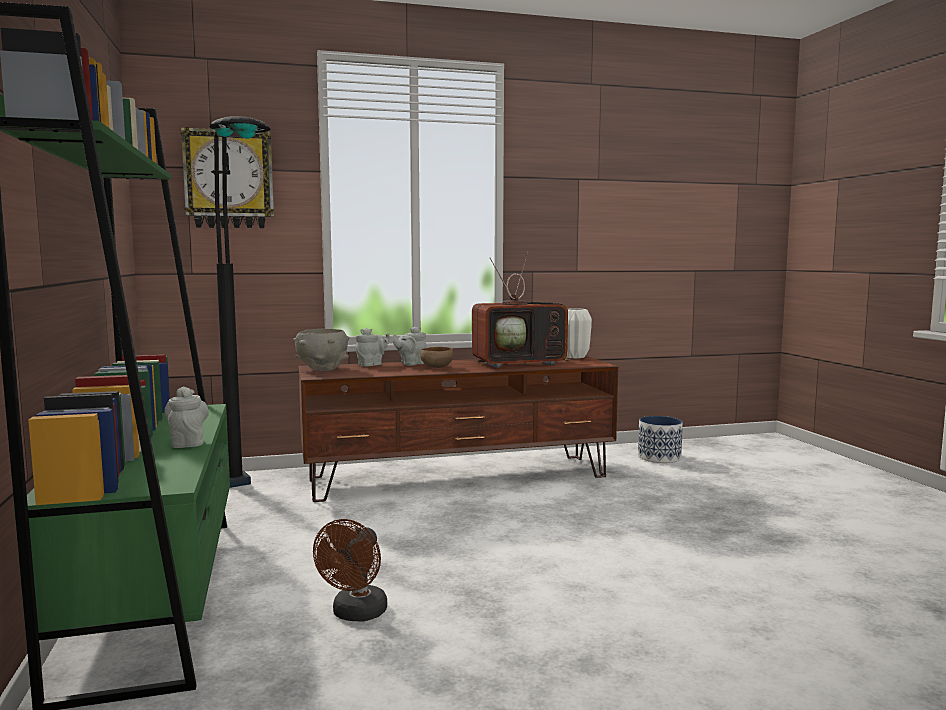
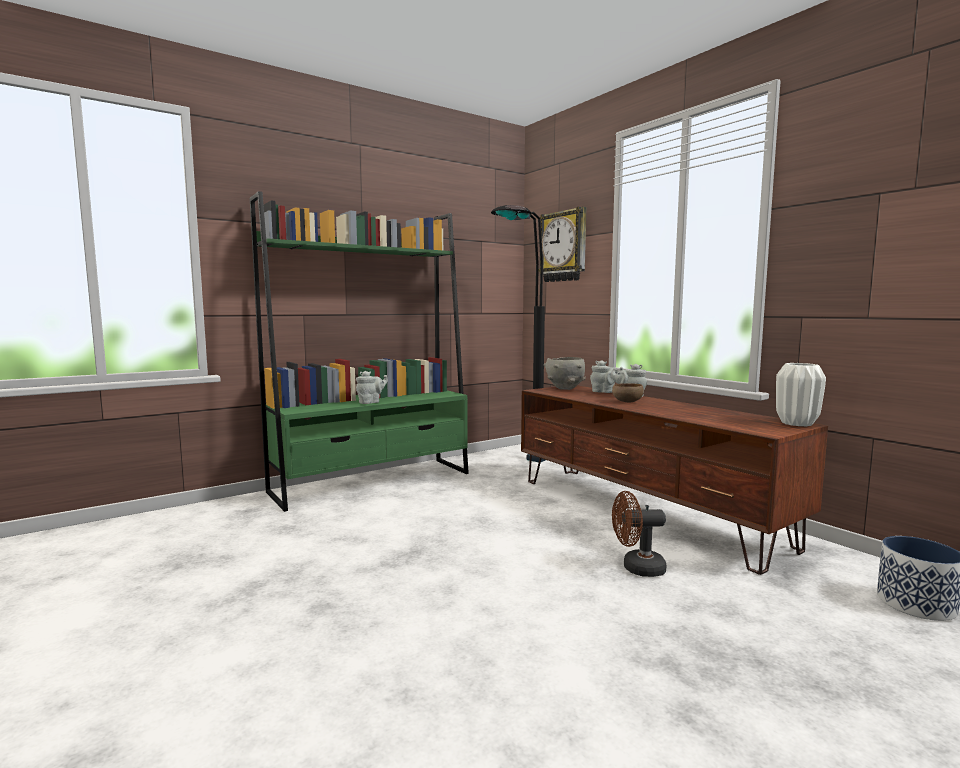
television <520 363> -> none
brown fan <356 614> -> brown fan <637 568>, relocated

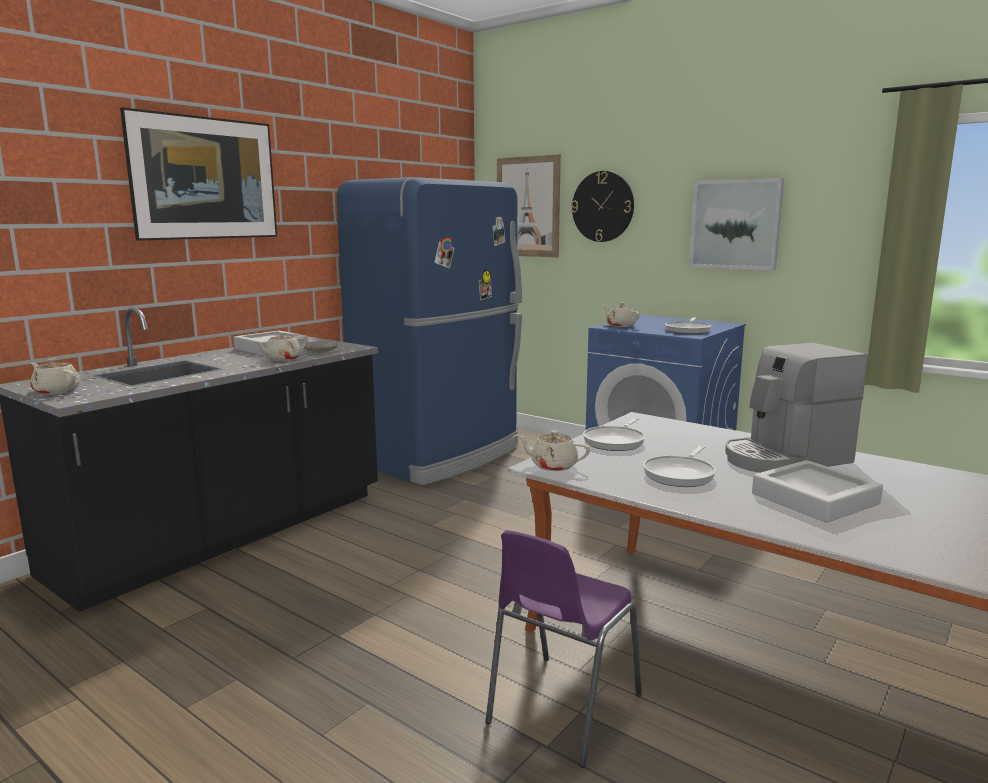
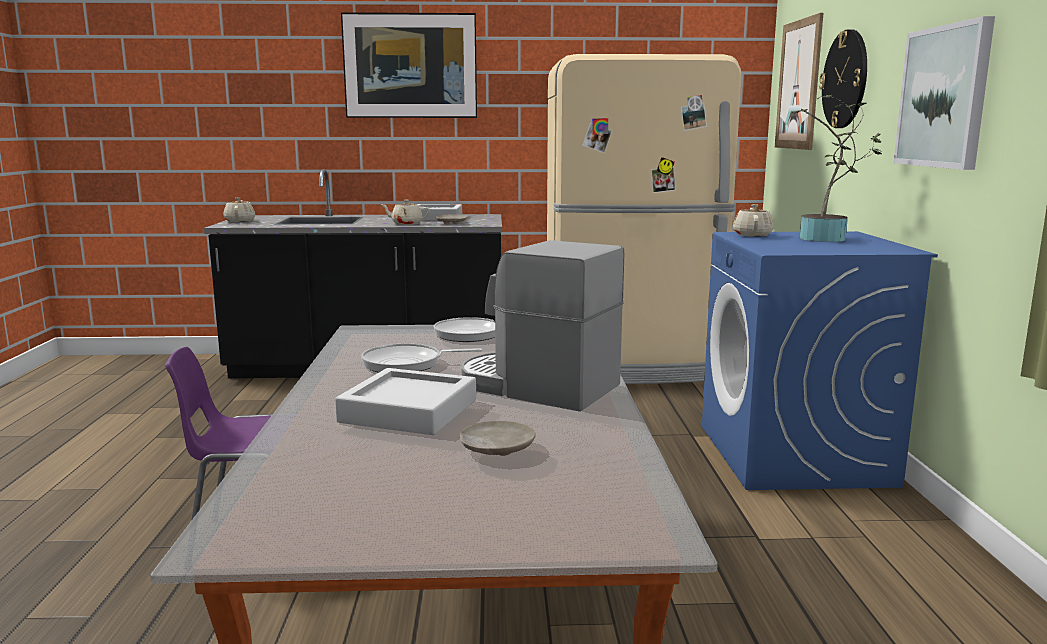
blue fridge <440 455> -> beige fridge <631 366>
frying pan <688 330> -> none
beige teapot <553 466> -> none
none -> potted plant <827 239>
none -> beige plate <496 449>

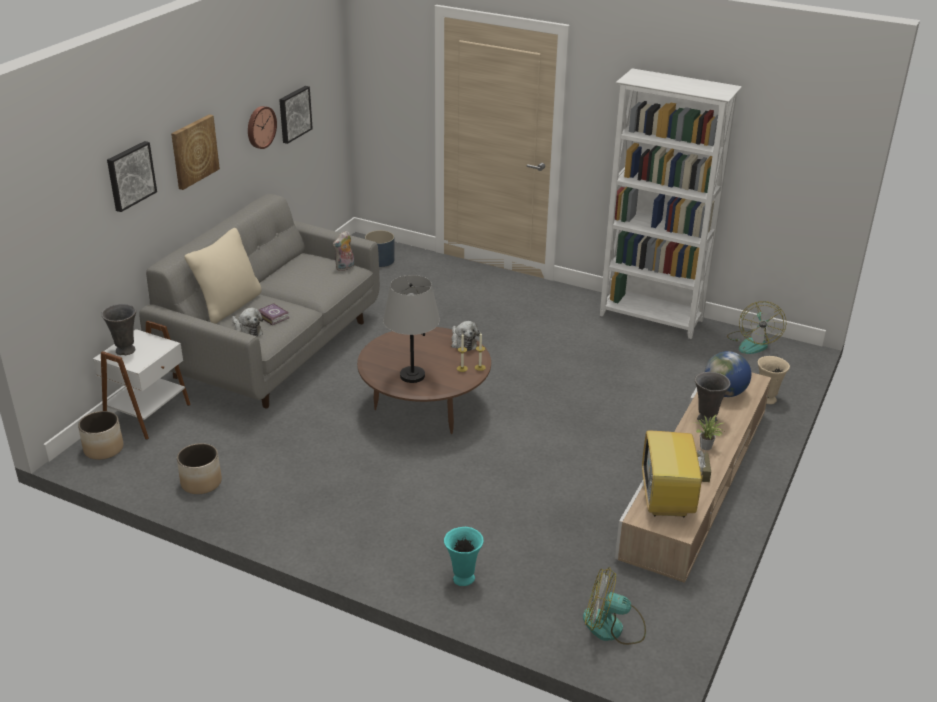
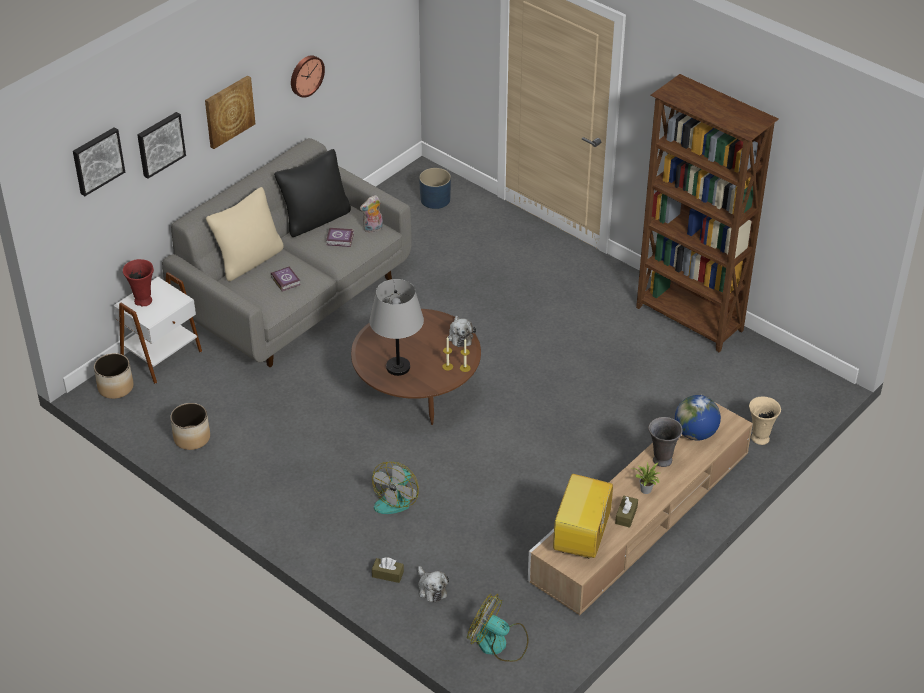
white bookcase <651 319> -> brown bookcase <689 320>
picture <294 114> -> picture <97 160>, relocated
fan <752 343> -> fan <397 498>, relocated
grey vase <126 351> -> red vase <143 301>
plush toy <247 331> -> plush toy <431 588>, relocated
turquoise vase <462 579> -> brown tissue box <388 574>
none -> black pillow <315 219>
none -> book <340 240>

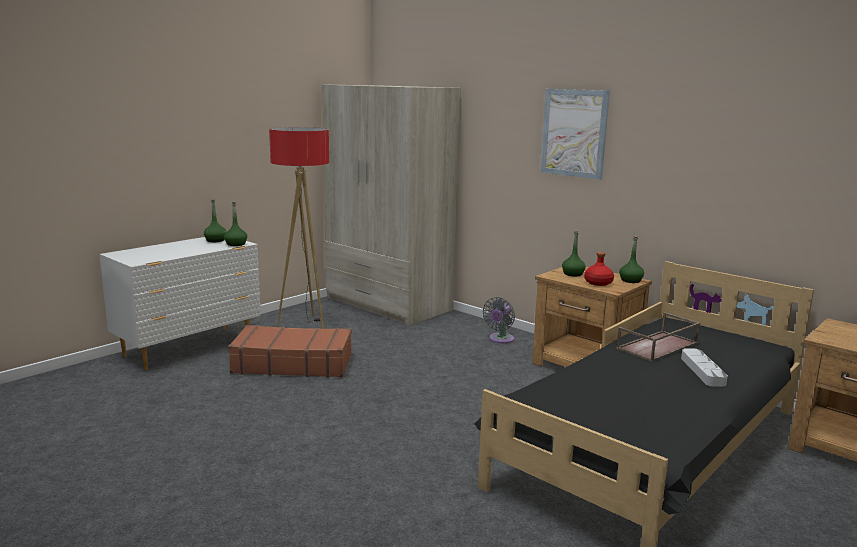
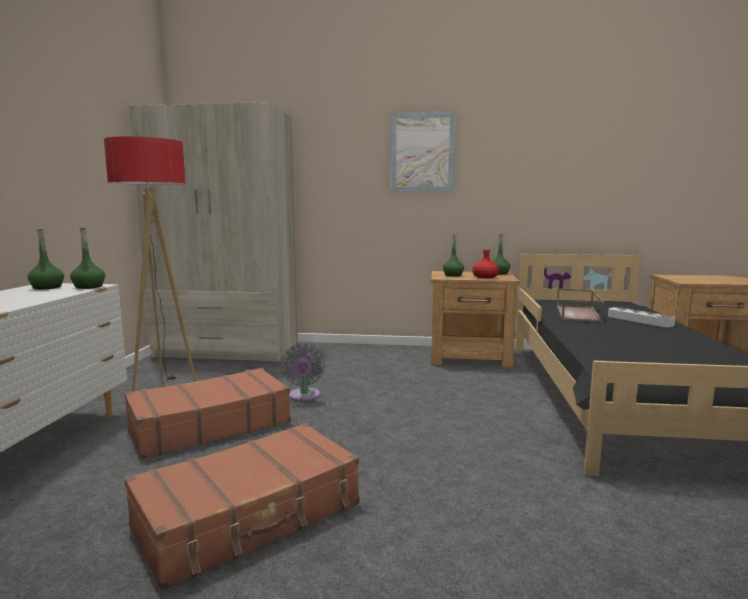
grey fan <500 339> -> grey fan <304 397>, relocated
none -> brown suitcase <250 516>

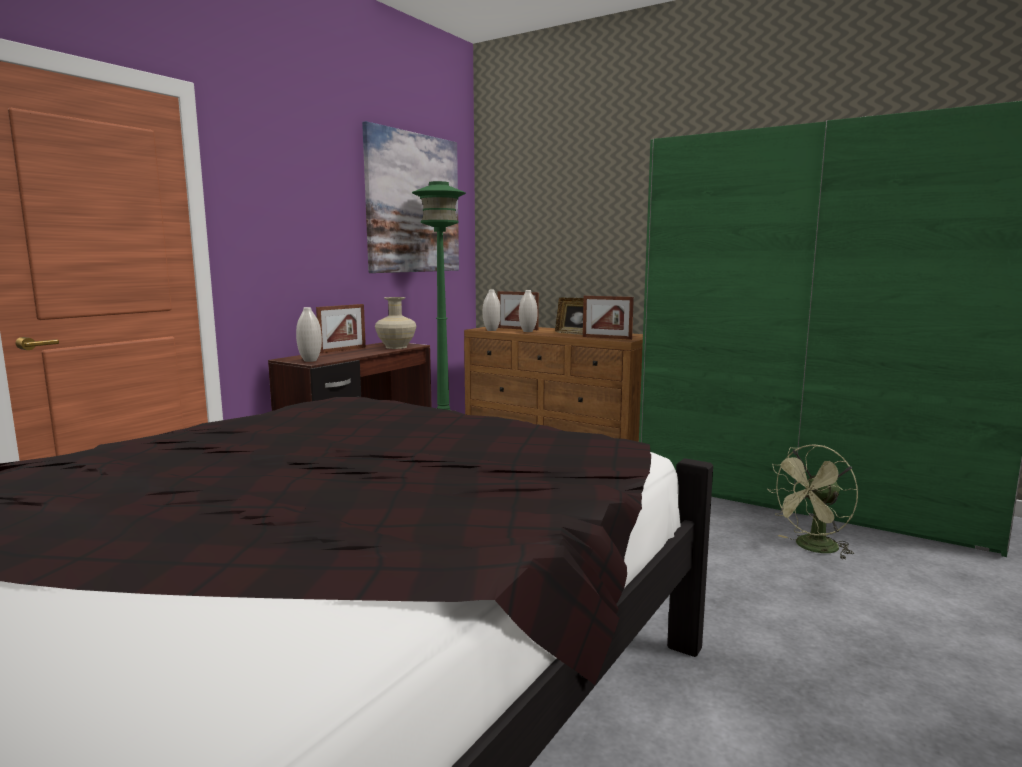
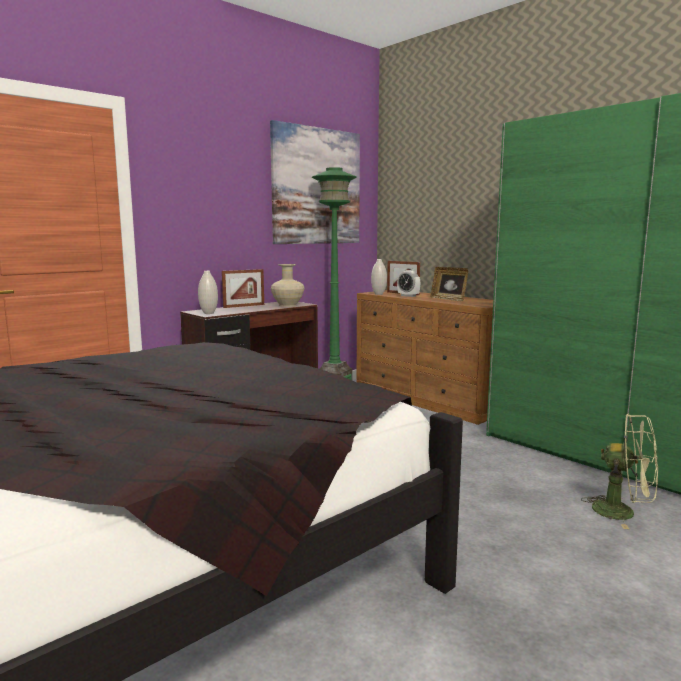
white vase <528 331> -> alarm clock <408 296>
picture frame <607 338> -> none
green fan <812 548> -> green fan <623 512>, 135 degrees counterclockwise

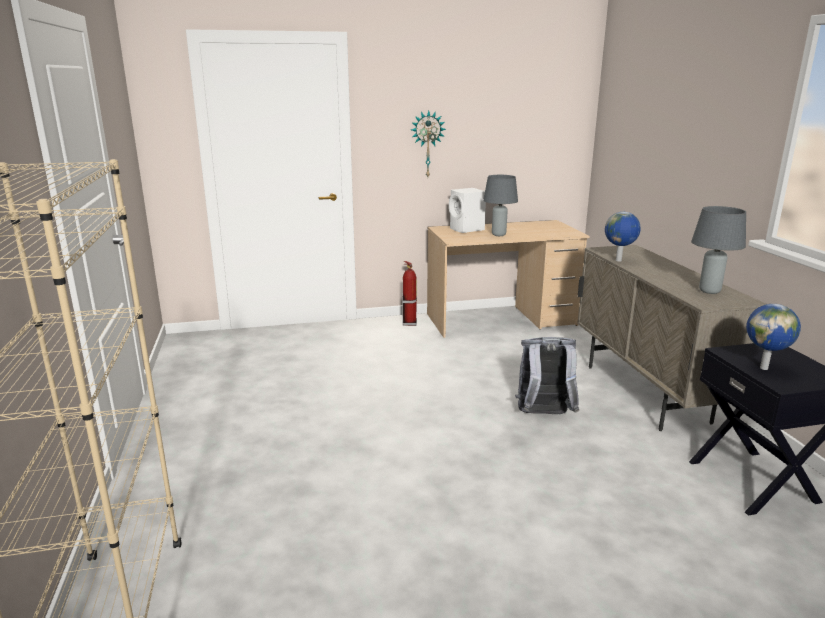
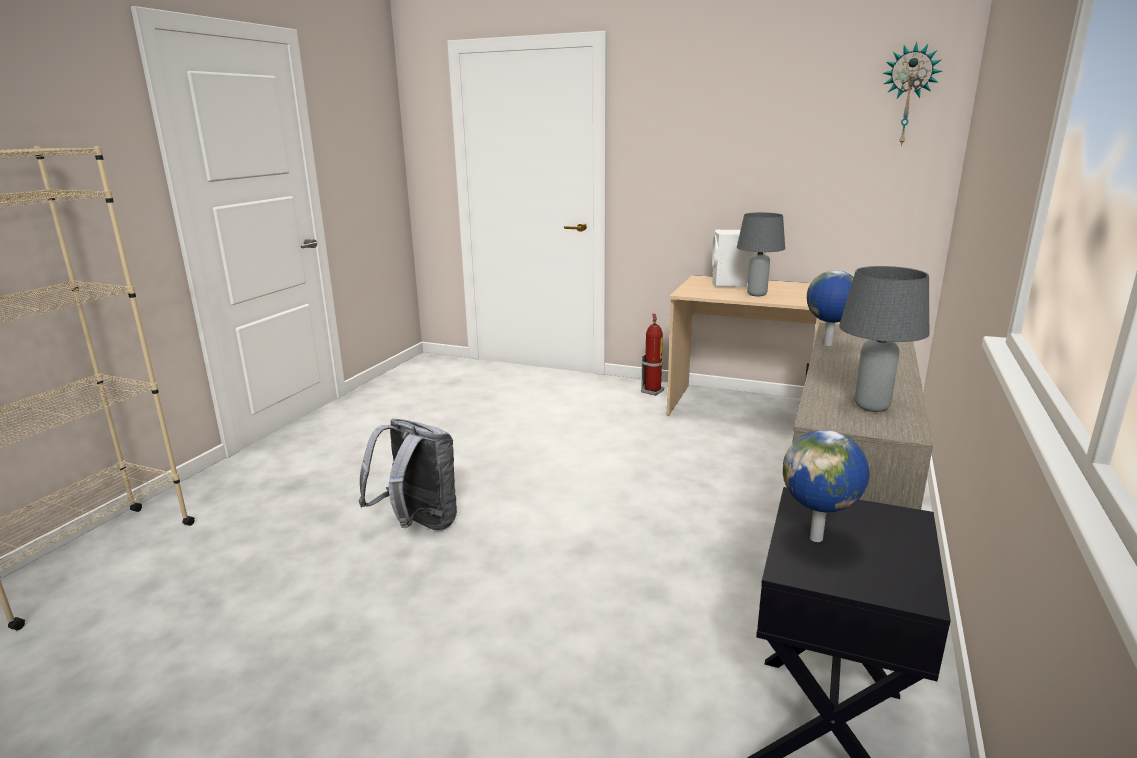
wall clock <427 144> -> wall clock <908 95>, relocated
grey backpack <543 415> -> grey backpack <418 525>, relocated

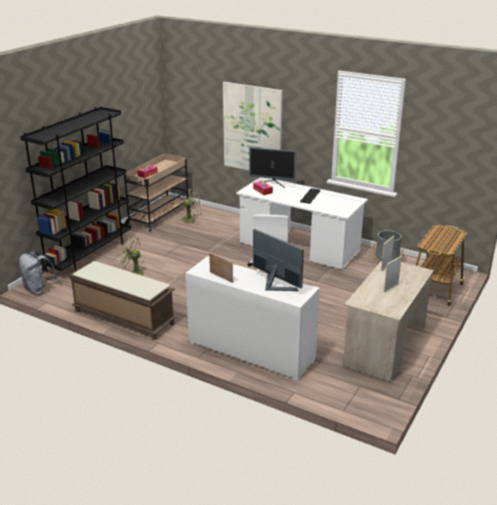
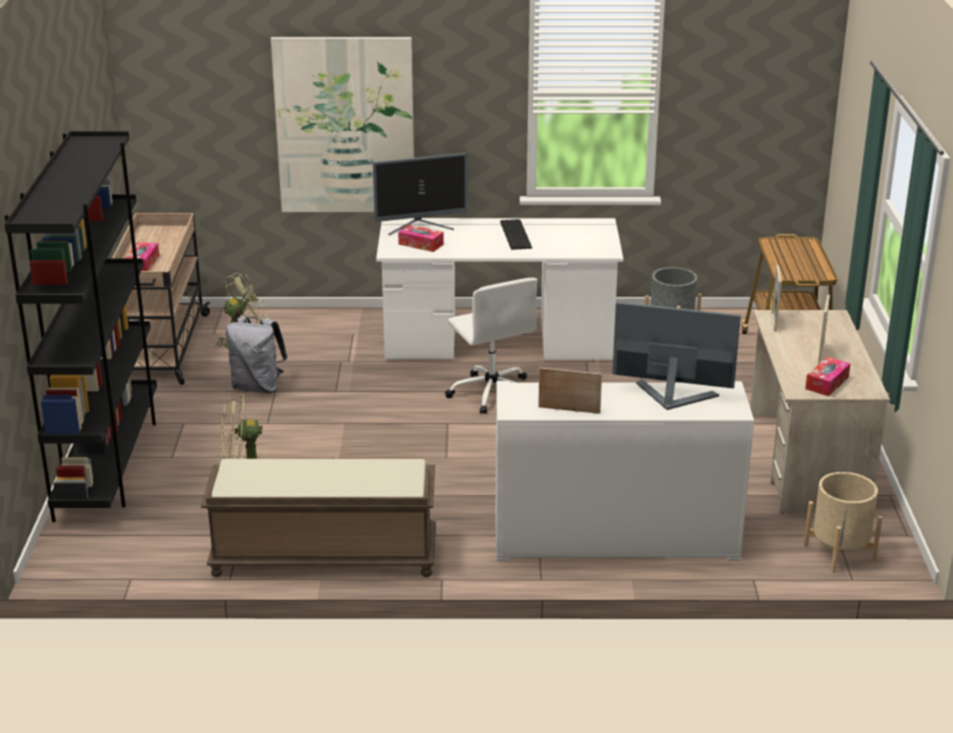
grey backpack <39 289> -> grey backpack <258 387>, relocated
none -> tissue box <827 383>
none -> beige planter <839 553>

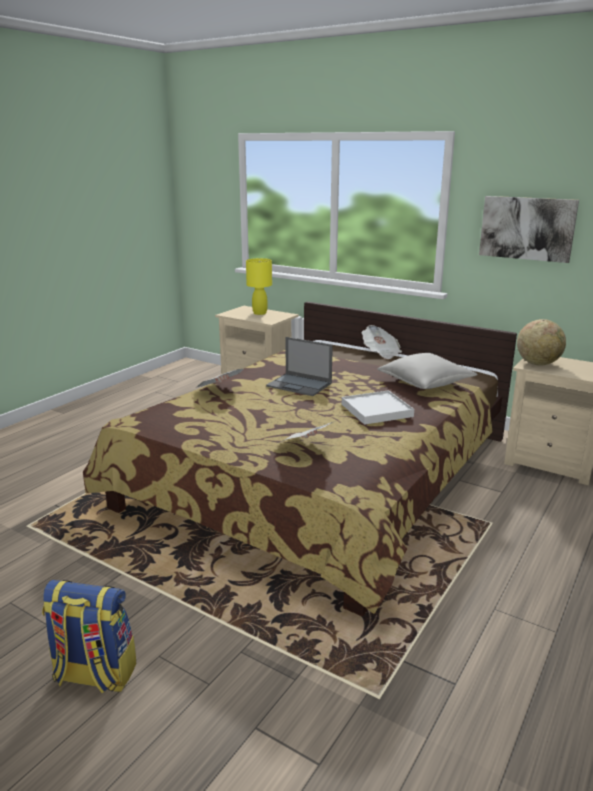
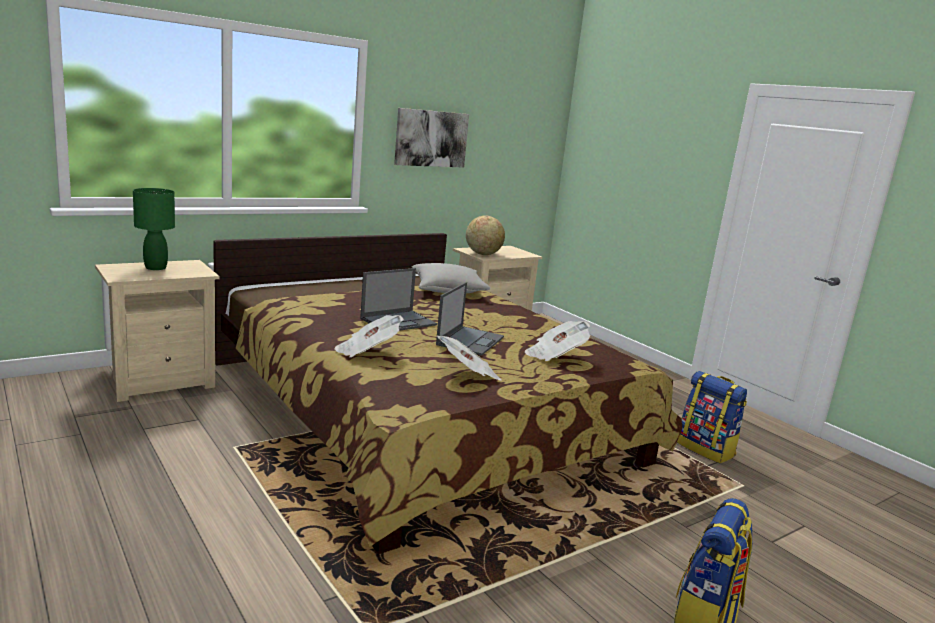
yellow table lamp <260 313> -> green table lamp <156 268>
newspaper <381 352> -> newspaper <468 375>, relocated
white tray <376 410> -> none
none -> laptop <470 340>
none -> backpack <706 449>

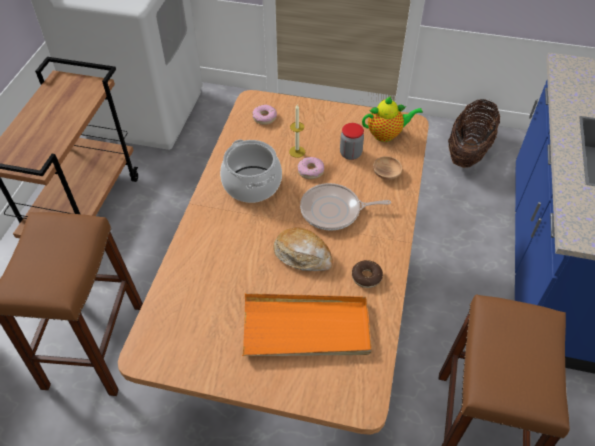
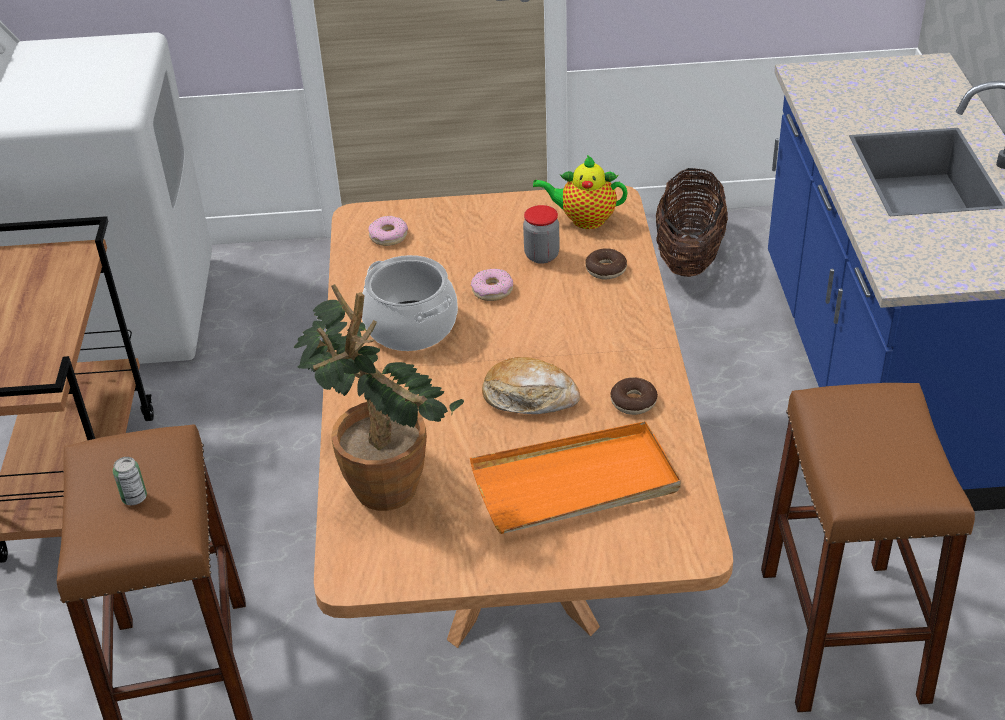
teapot <386 134> -> teapot <584 220>, 150 degrees counterclockwise
candle <297 151> -> none
brown bowl <386 174> -> donut <605 269>
frying pan <334 211> -> none
none -> potted plant <380 477>
none -> can <134 498>

